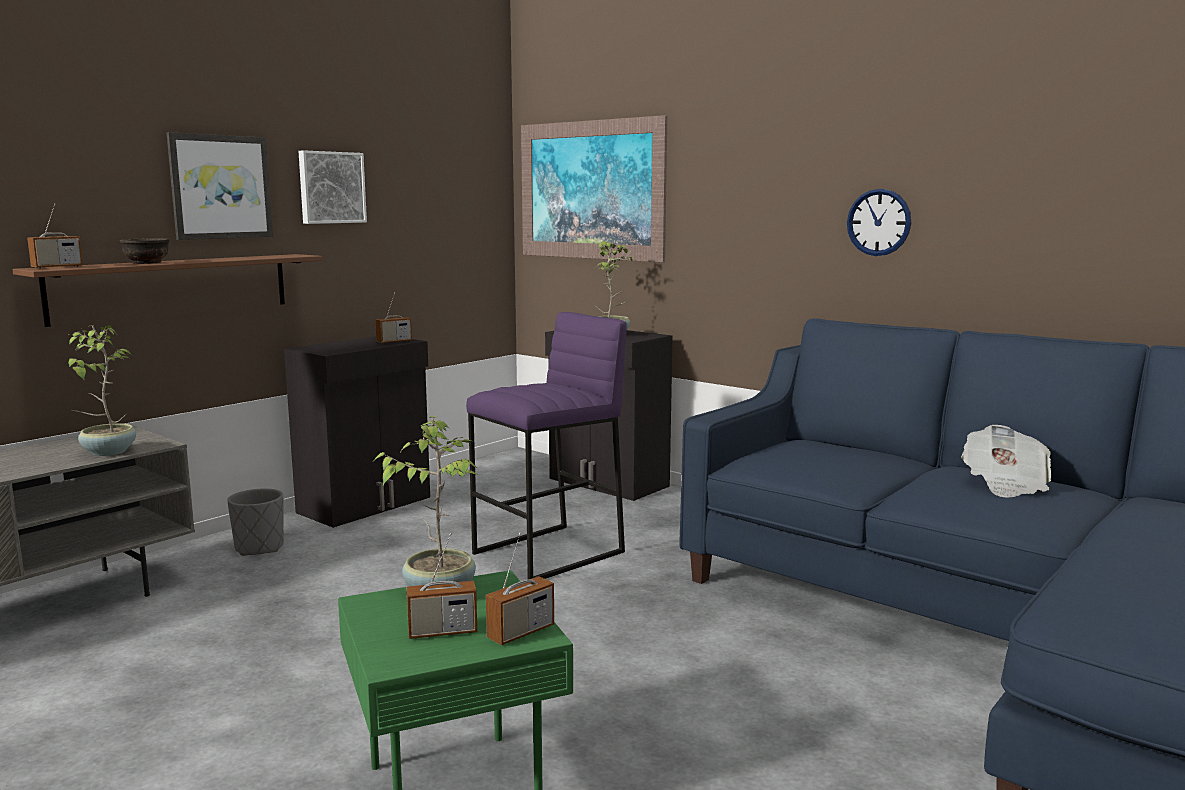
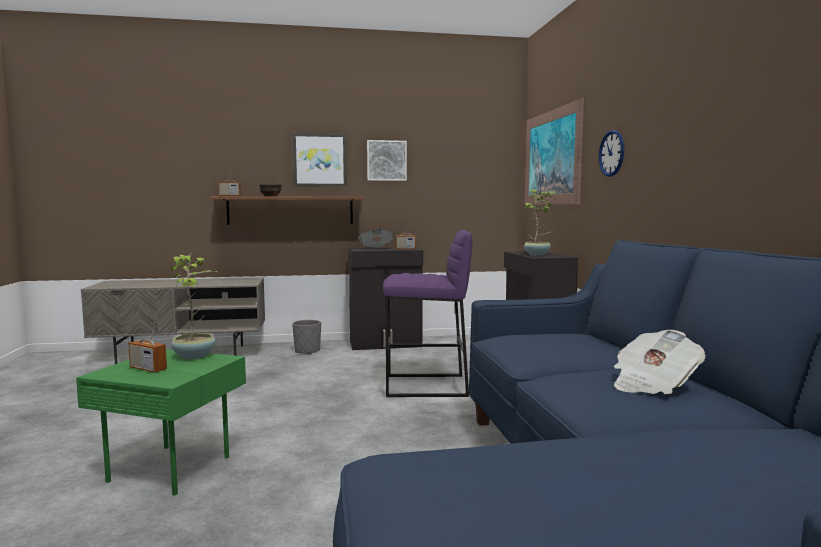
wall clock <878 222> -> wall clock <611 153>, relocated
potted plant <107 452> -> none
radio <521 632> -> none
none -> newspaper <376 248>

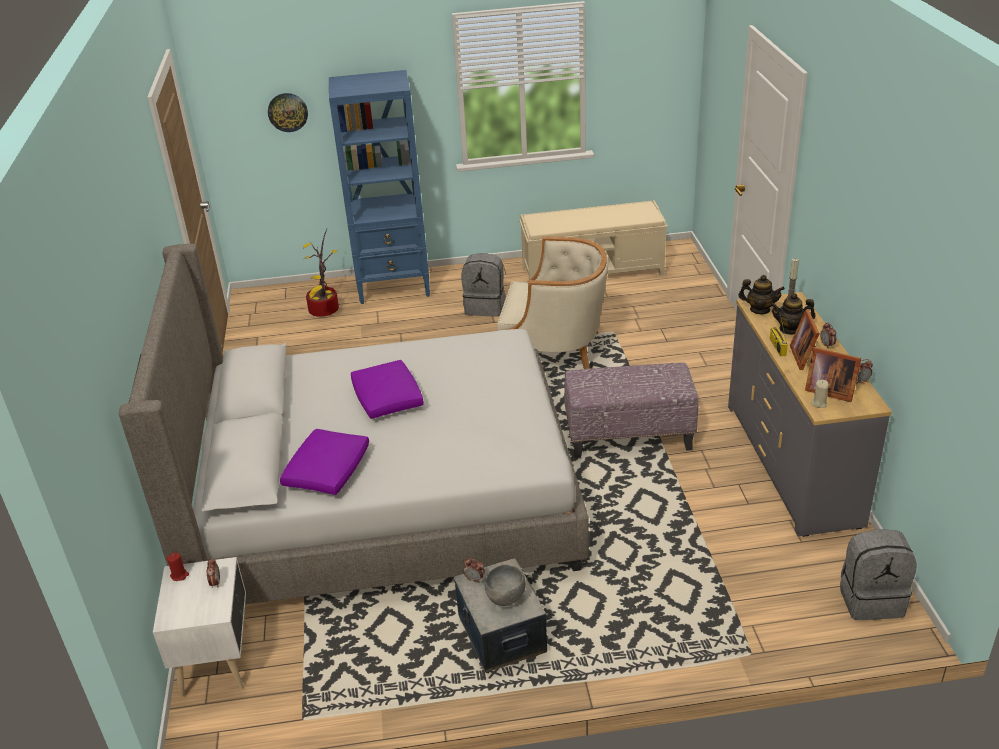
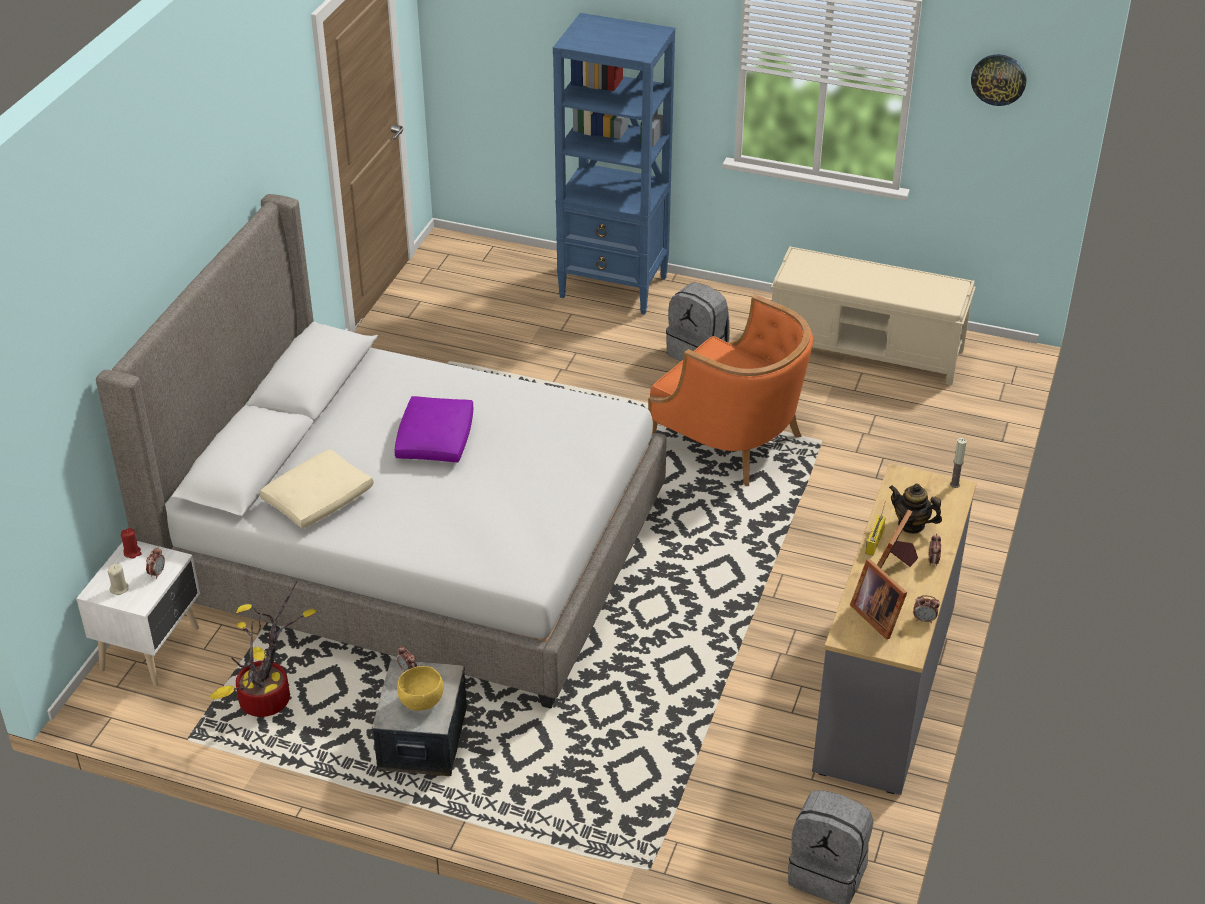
wall clock <287 112> -> wall clock <998 79>, relocated
potted plant <326 311> -> potted plant <266 703>, relocated
beige armchair <553 351> -> orange armchair <730 440>
teapot <759 310> -> none
ottoman <628 437> -> none
beige candle <819 403> -> beige candle <119 588>, relocated
purple pillow <327 471> -> beige pillow <319 499>
grey bowl <506 598> -> yellow bowl <422 703>

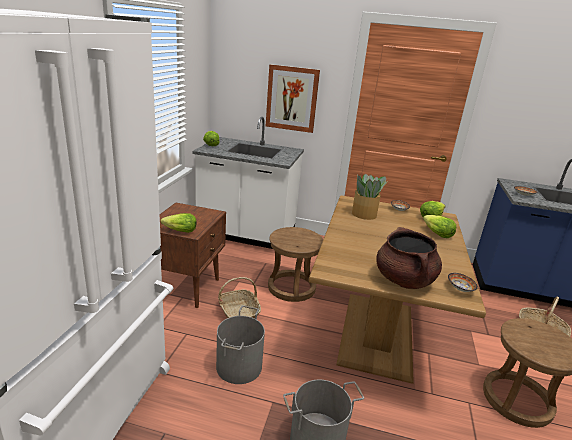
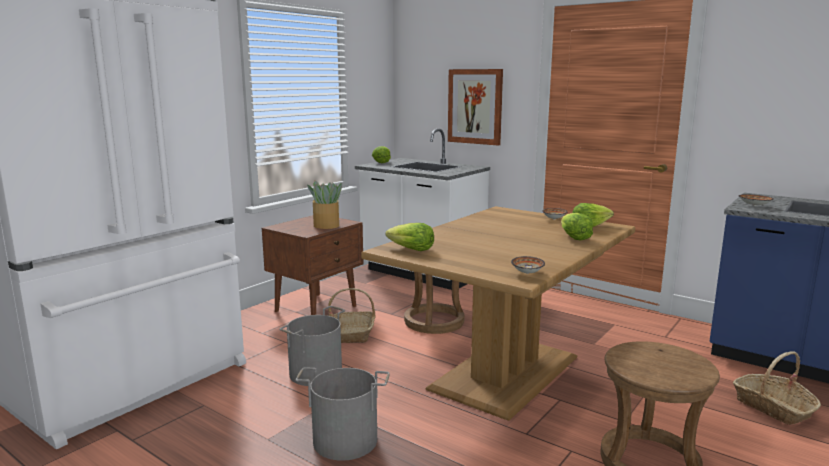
potted plant <364 215> -> potted plant <326 225>, relocated
lettuce <180 231> -> lettuce <411 250>, relocated
brown cooking pot <404 280> -> none

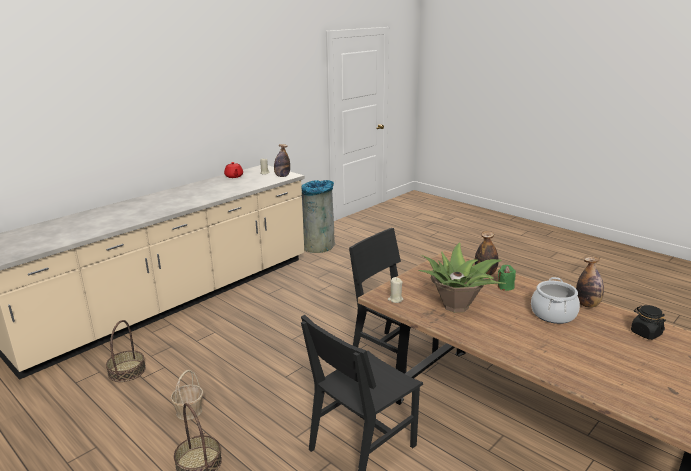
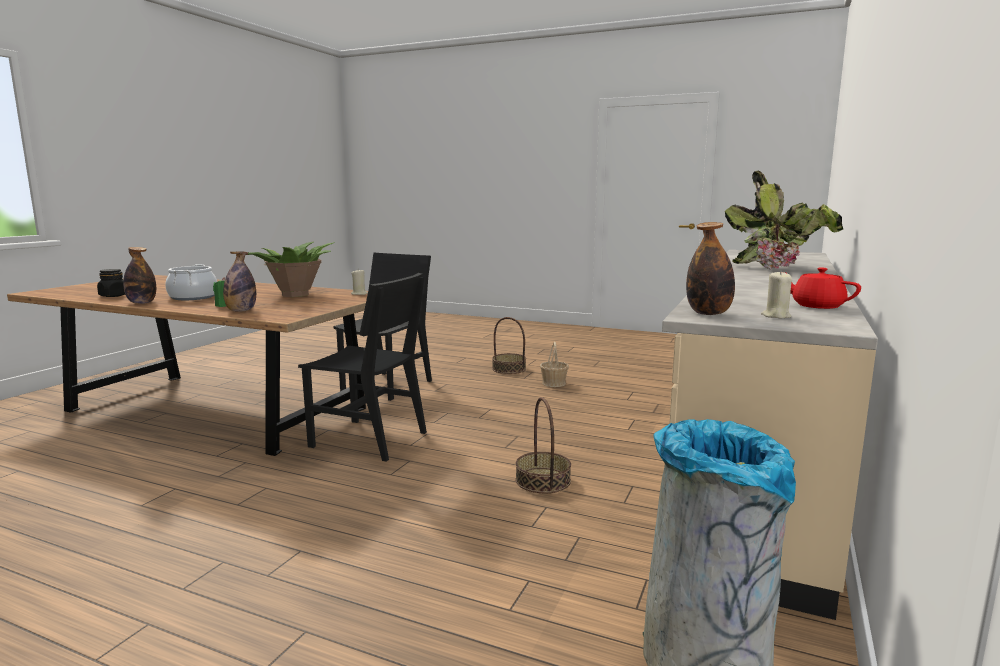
basket <127 371> -> basket <543 480>, relocated
none -> potted plant <779 269>

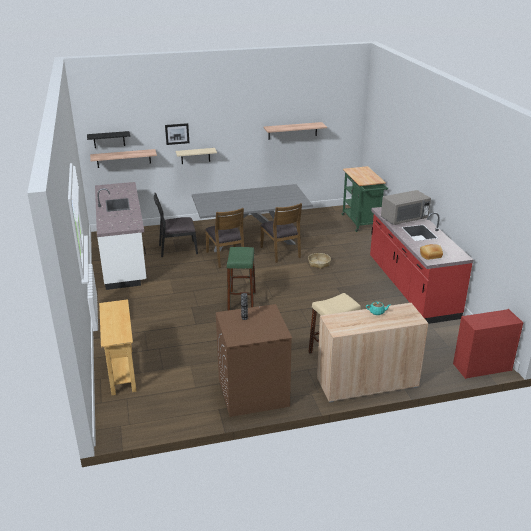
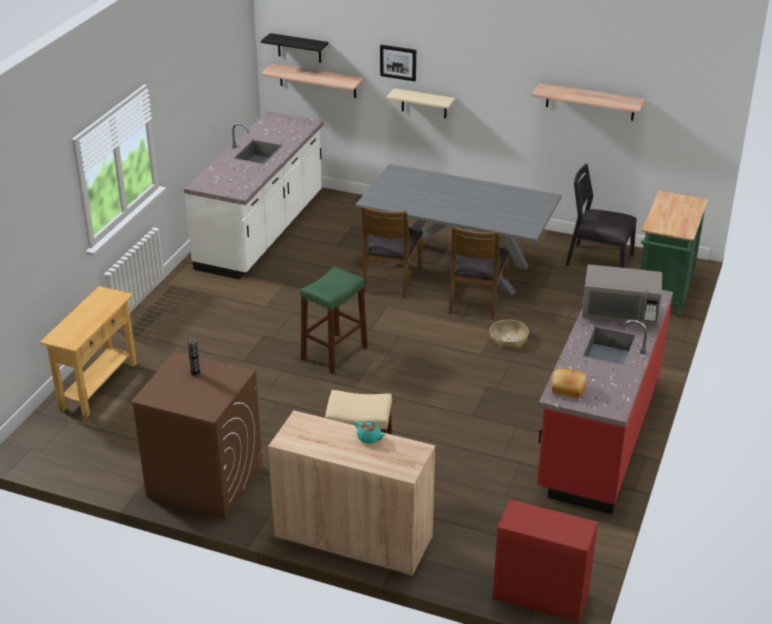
black chair <177 249> -> black chair <598 260>, relocated

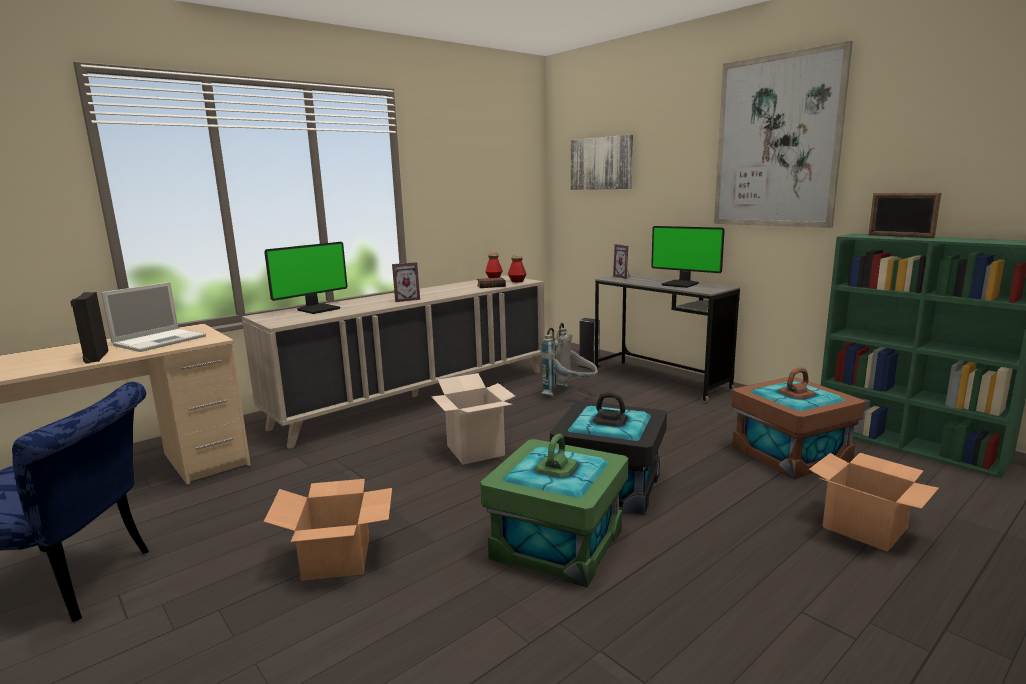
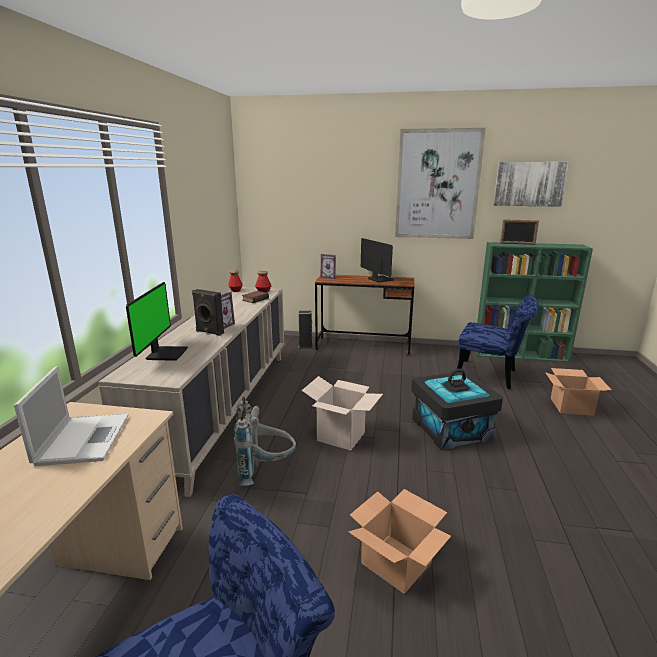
picture <601 163> -> picture <529 184>, relocated
monitor <681 284> -> monitor <379 279>, 120 degrees counterclockwise
grey desk <660 380> -> brown desk <363 346>
black speaker <95 357> -> black speaker <209 332>, relocated
grey backpack <570 394> -> grey backpack <265 471>, relocated
brown storage box <791 454> -> blue chair <492 376>
green storage box <558 544> -> none

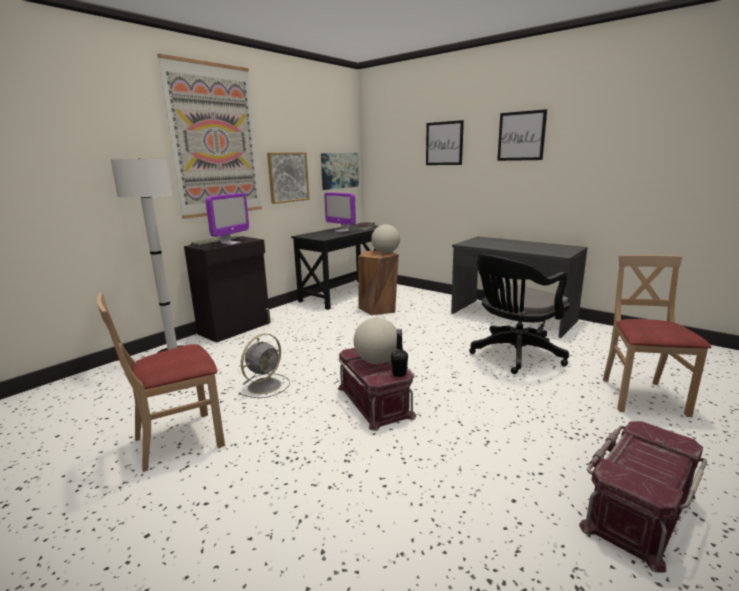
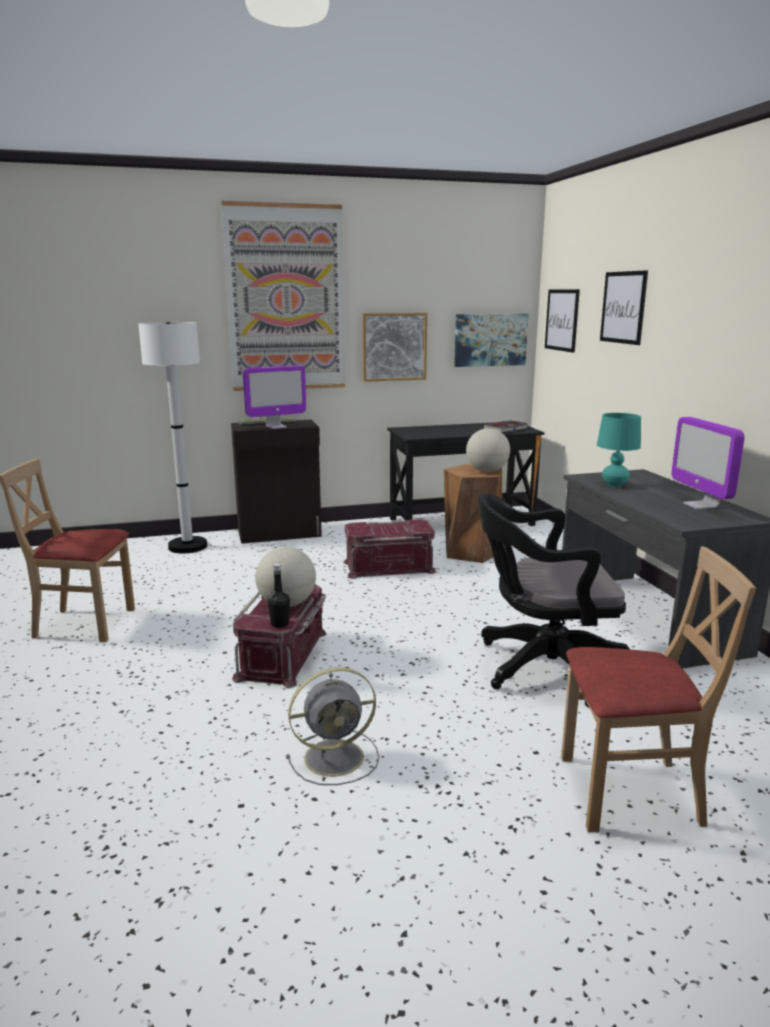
picture <521 136> -> picture <562 320>, relocated
monitor <341 231> -> monitor <700 505>, relocated
beige chair <641 397> -> beige chair <629 792>, 45 degrees clockwise
grey fan <266 385> -> grey fan <337 757>, relocated
red storage box <637 509> -> red storage box <388 566>, relocated
none -> turquoise table lamp <614 485>

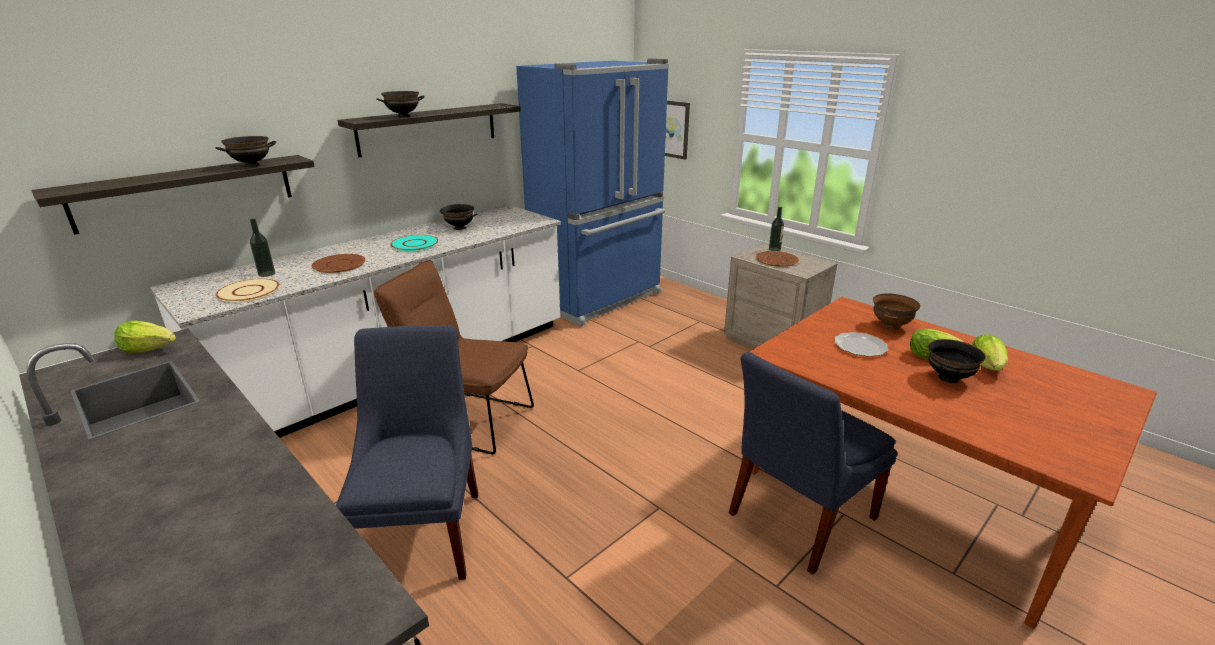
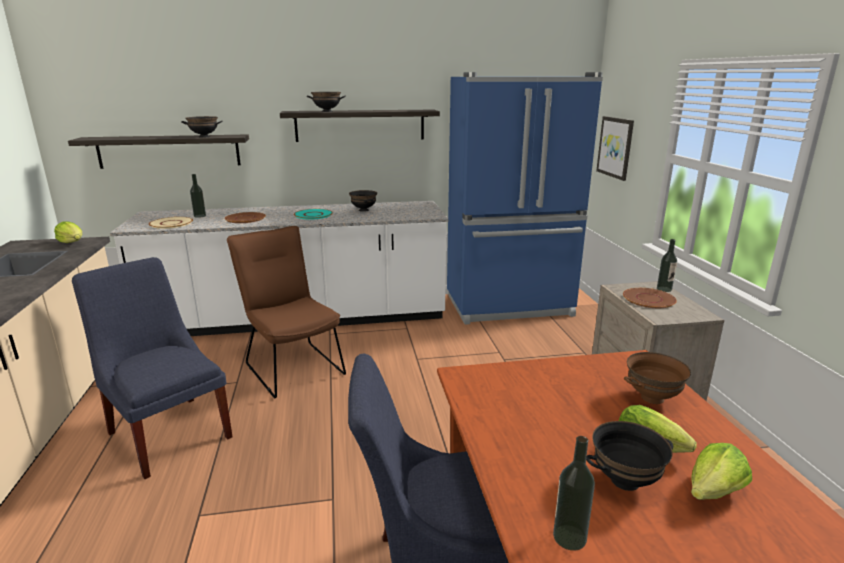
blue chair <423 531> -> blue chair <168 431>, 75 degrees counterclockwise
plate <860 346> -> none
none -> bottle <569 537>

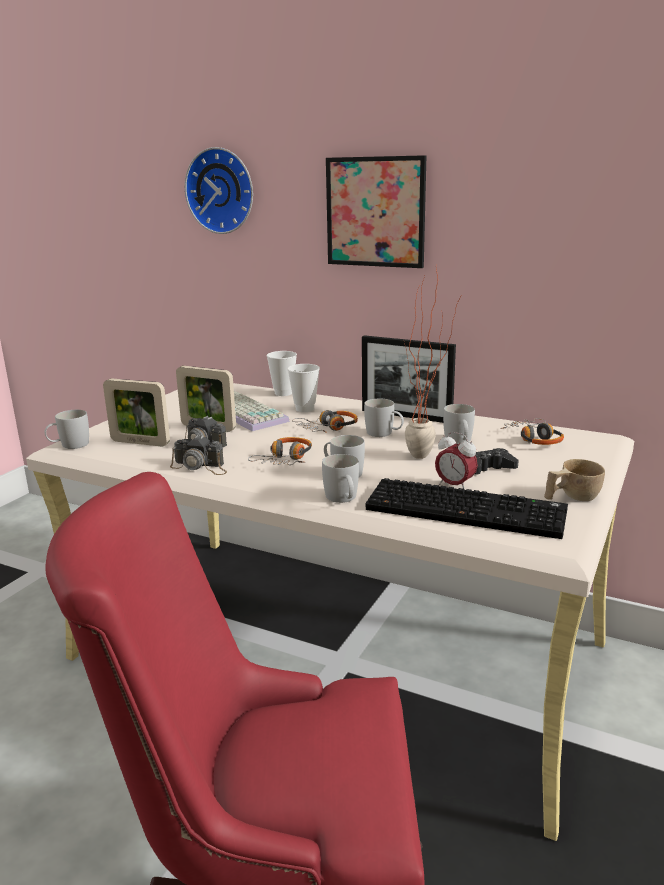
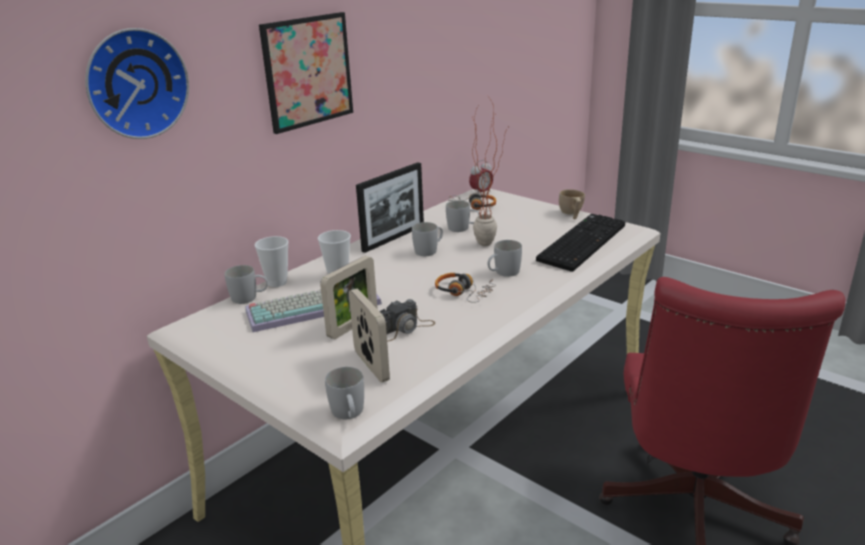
picture frame <140 442> -> picture frame <371 365>, 60 degrees counterclockwise
headphones <328 428> -> none
alarm clock <454 486> -> alarm clock <481 193>, relocated
photo camera <200 467> -> none
black game controller <488 468> -> none
white mug <343 499> -> white mug <249 298>, relocated

